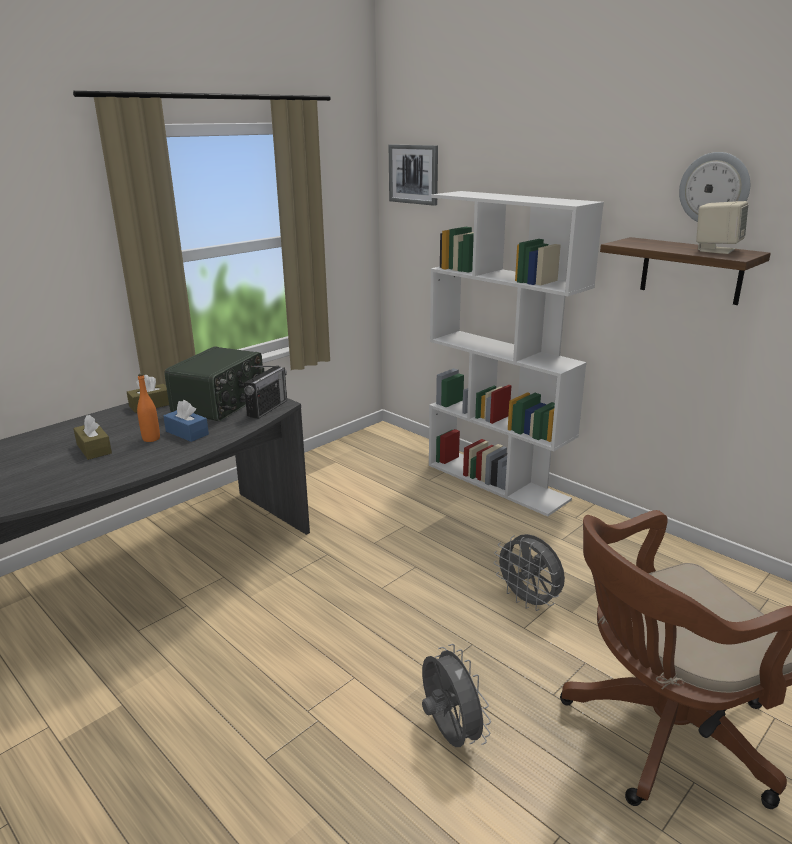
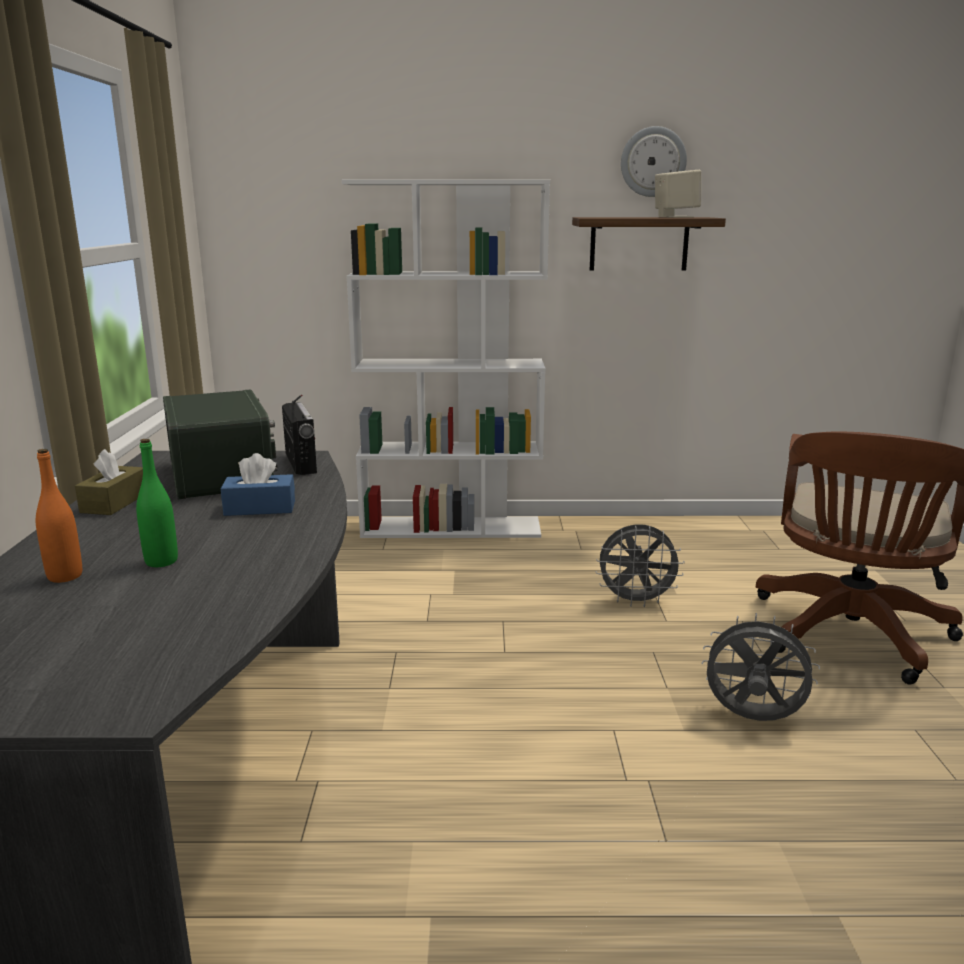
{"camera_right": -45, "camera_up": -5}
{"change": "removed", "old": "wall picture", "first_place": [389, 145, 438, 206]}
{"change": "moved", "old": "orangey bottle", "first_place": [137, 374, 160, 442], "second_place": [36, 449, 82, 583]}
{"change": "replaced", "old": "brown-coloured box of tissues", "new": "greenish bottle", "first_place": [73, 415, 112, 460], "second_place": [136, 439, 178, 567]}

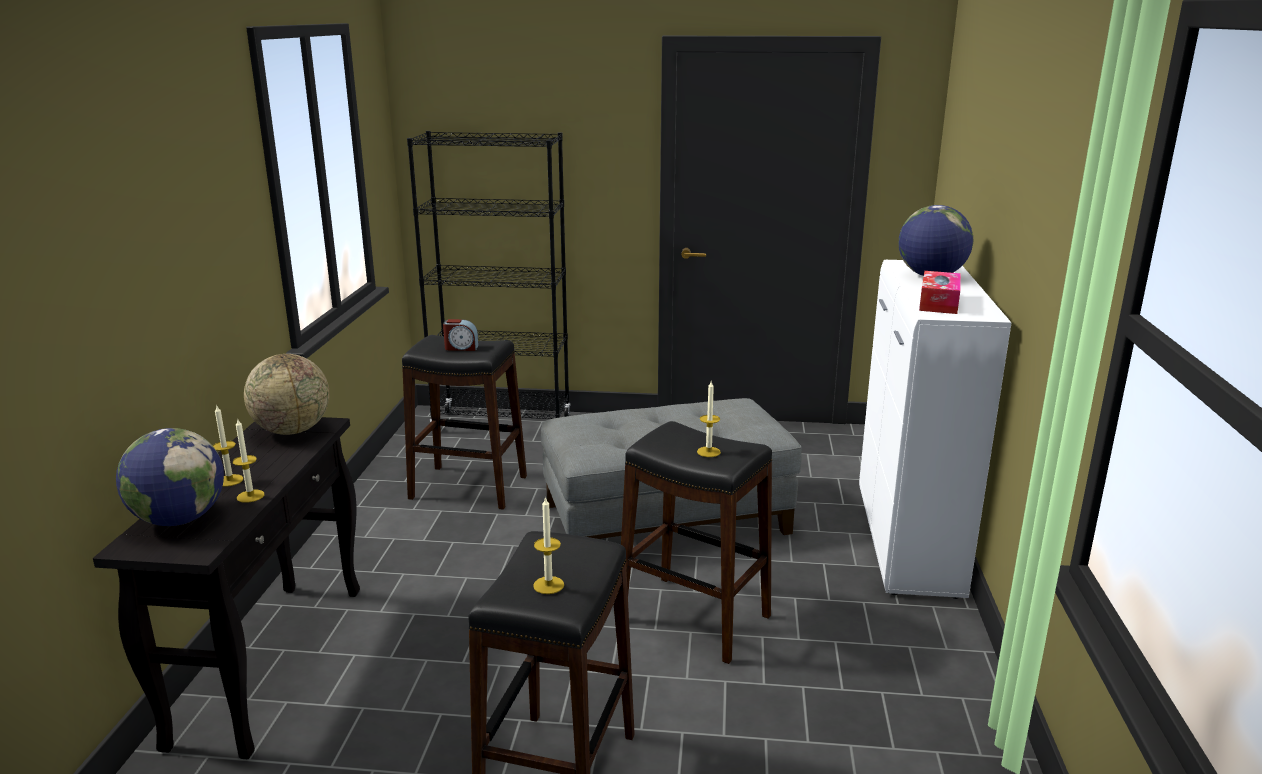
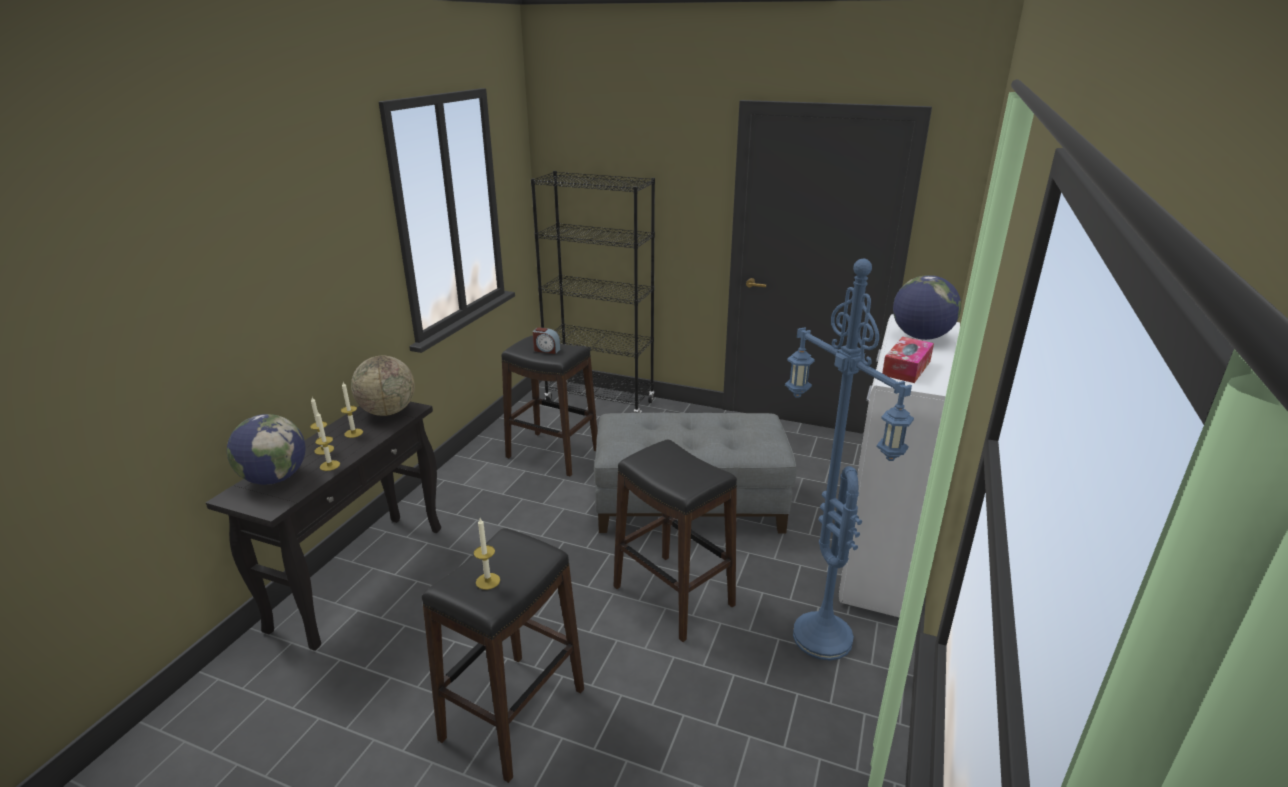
{"camera_right": 15, "camera_up": 5}
{"change": "moved", "old": "candle", "first_place": [697, 381, 721, 457], "second_place": [341, 382, 363, 438]}
{"change": "added", "new": "blue standard lamp", "second_place": [785, 259, 914, 660]}

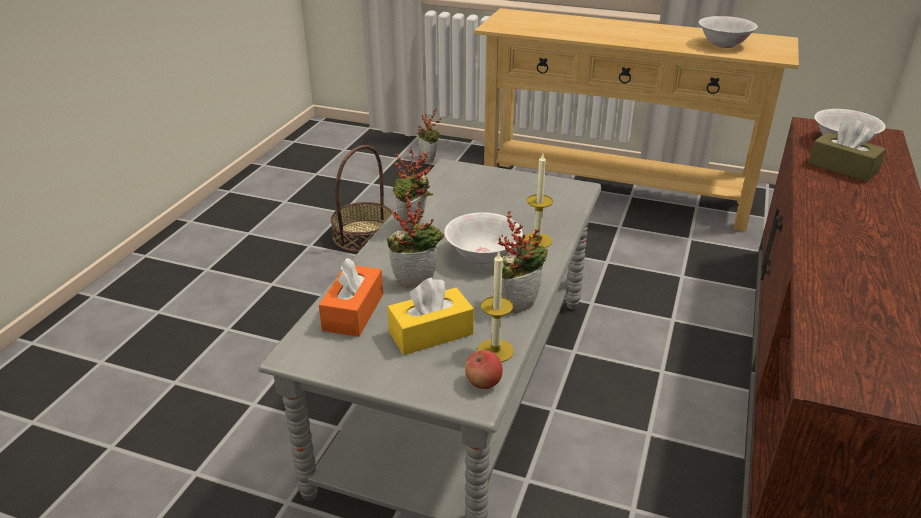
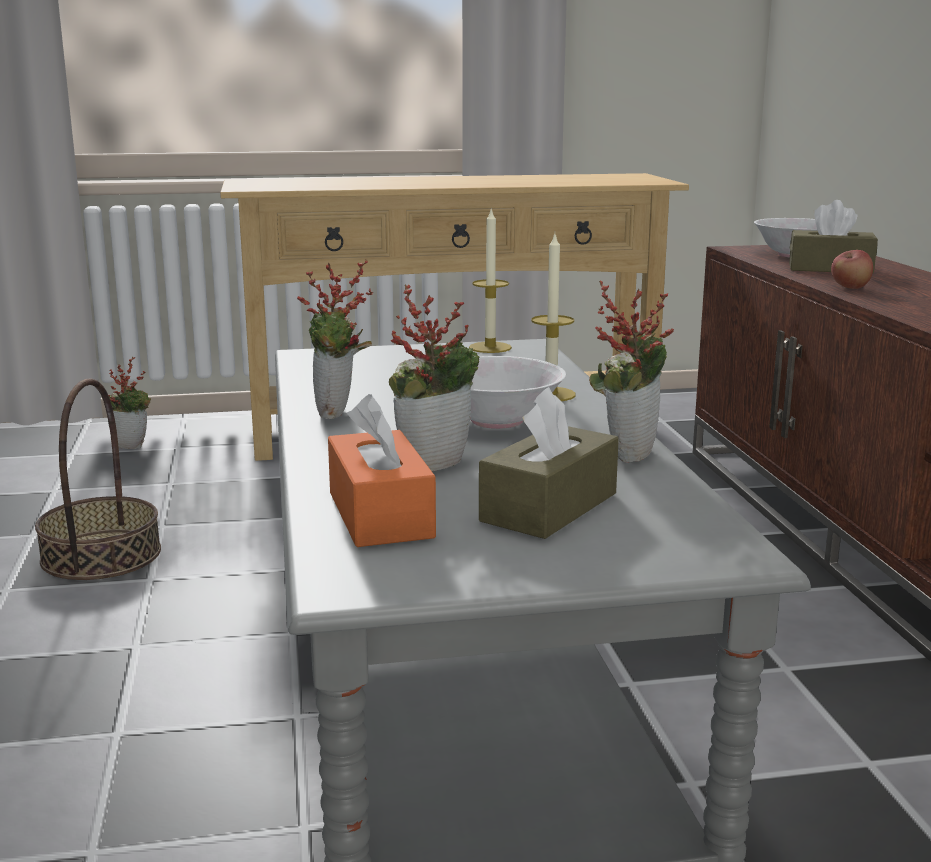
{"camera_right": -30, "camera_up": -15}
{"change": "removed", "old": "white-coloured serving bowl", "first_place": [699, 16, 758, 48]}
{"change": "moved", "old": "candle", "first_place": [477, 252, 514, 362], "second_place": [469, 207, 512, 353]}
{"change": "recoloured", "old": "yellowish box of tissues", "new": "brown-coloured box of tissues", "first_place": [387, 278, 474, 355], "second_place": [479, 387, 619, 539]}
{"change": "moved", "old": "whole apple", "first_place": [465, 350, 503, 389], "second_place": [831, 250, 873, 289]}

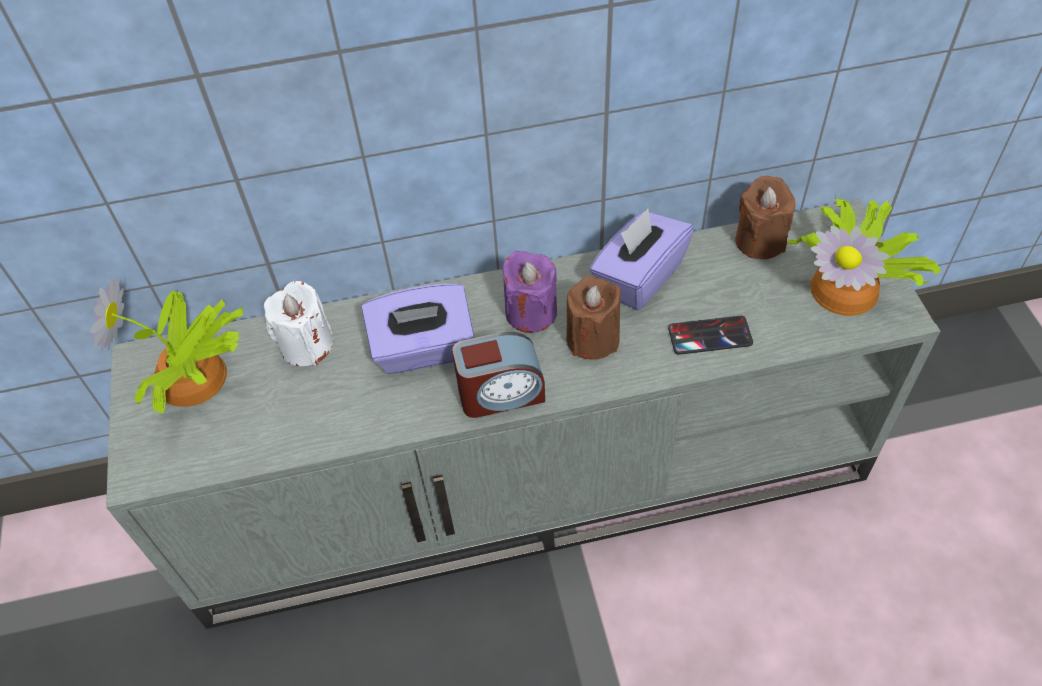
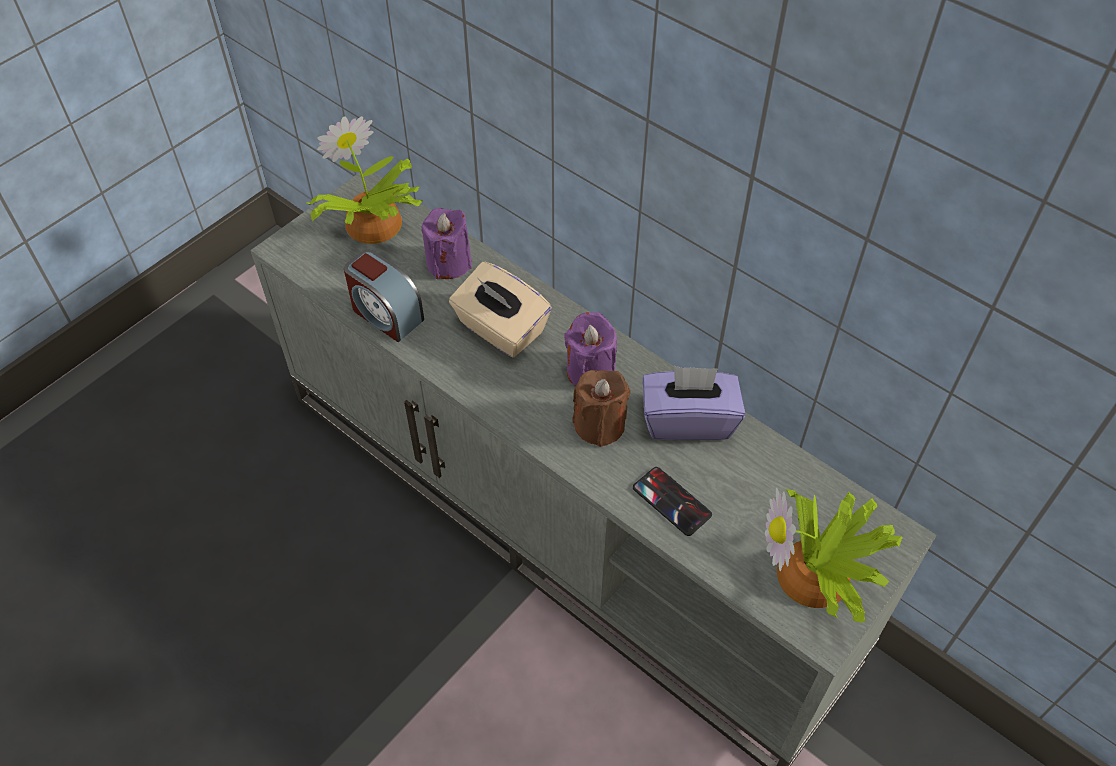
{"camera_right": 50, "camera_up": 0}
{"change": "removed", "old": "brown-coloured candle", "first_place": [735, 176, 795, 259]}
{"change": "recoloured", "old": "white-coloured candle", "new": "purple candle", "first_place": [264, 281, 333, 366], "second_place": [421, 208, 472, 279]}
{"change": "recoloured", "old": "purple box of tissues", "new": "beige-coloured box of tissues", "first_place": [362, 283, 475, 374], "second_place": [449, 262, 551, 357]}
{"change": "moved", "old": "table clock", "first_place": [452, 332, 545, 418], "second_place": [344, 250, 424, 342]}

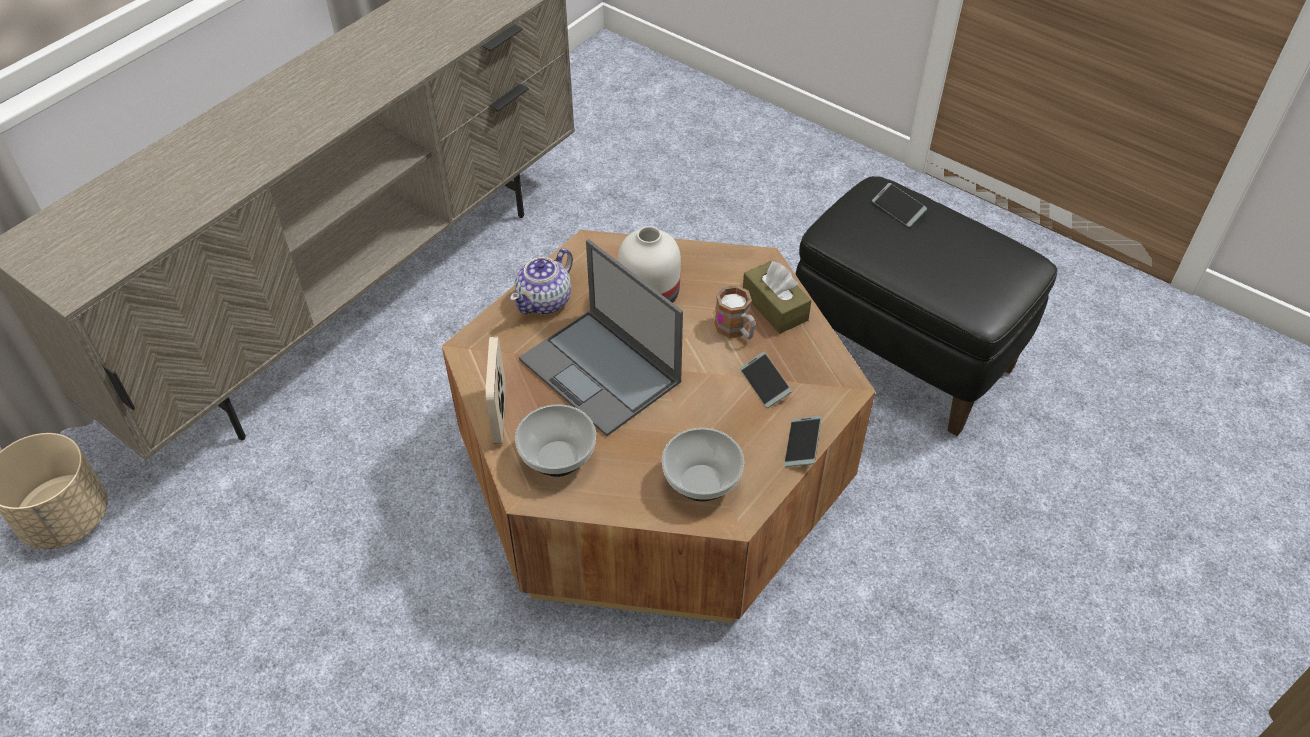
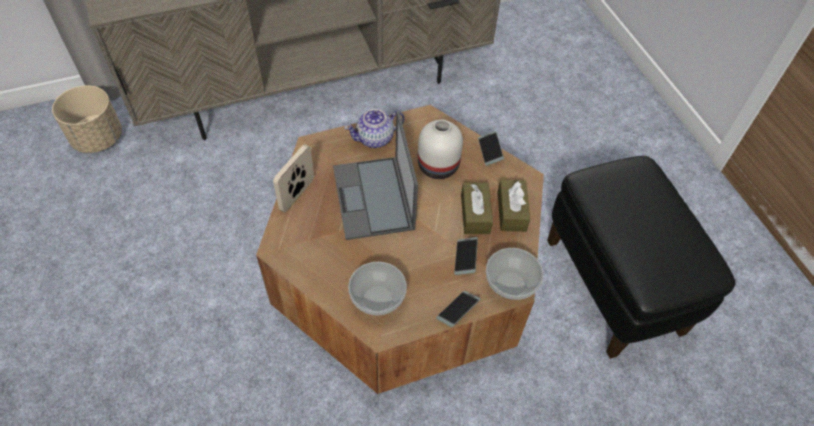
{"camera_right": 30, "camera_up": 5}
{"change": "moved", "old": "handset", "first_place": [872, 183, 927, 227], "second_place": [478, 131, 504, 166]}
{"change": "replaced", "old": "tea mug", "new": "brown-coloured box of tissues", "first_place": [714, 285, 755, 339], "second_place": [461, 183, 493, 234]}
{"change": "moved", "old": "serving bowl", "first_place": [515, 404, 596, 477], "second_place": [486, 248, 543, 300]}

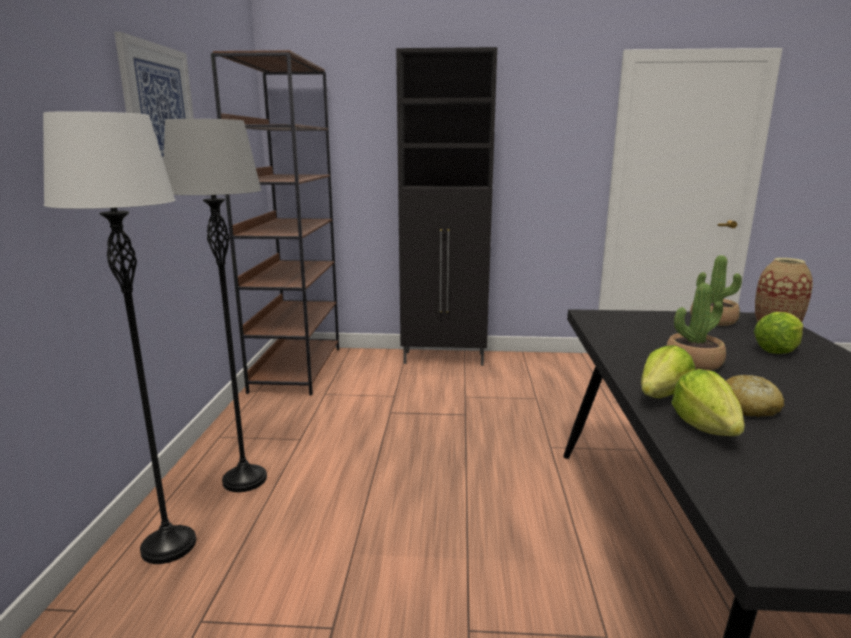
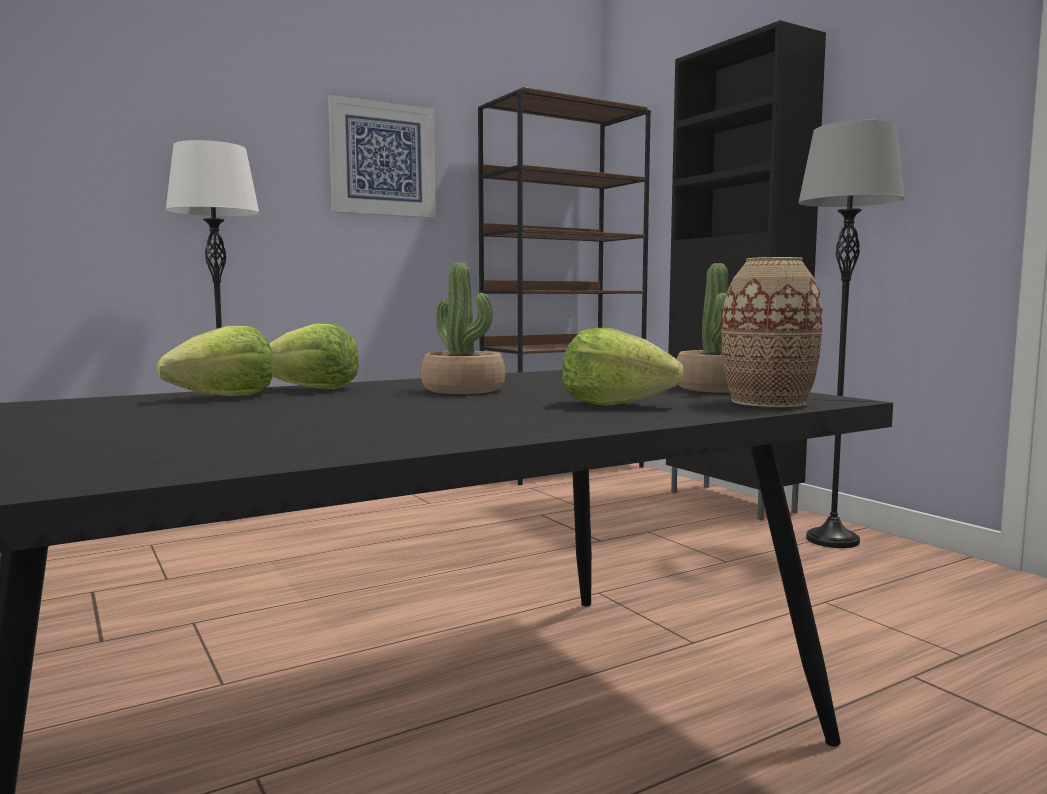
{"camera_right": 55, "camera_up": -10}
{"change": "moved", "old": "gray standard lamp", "first_place": [163, 119, 267, 492], "second_place": [798, 120, 905, 548]}
{"change": "removed", "old": "bakery bread", "first_place": [726, 375, 784, 417]}

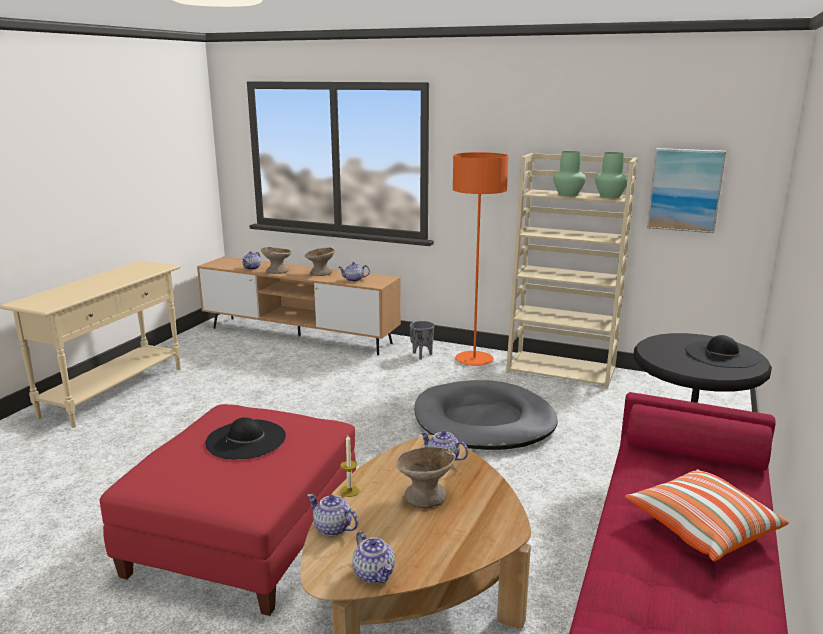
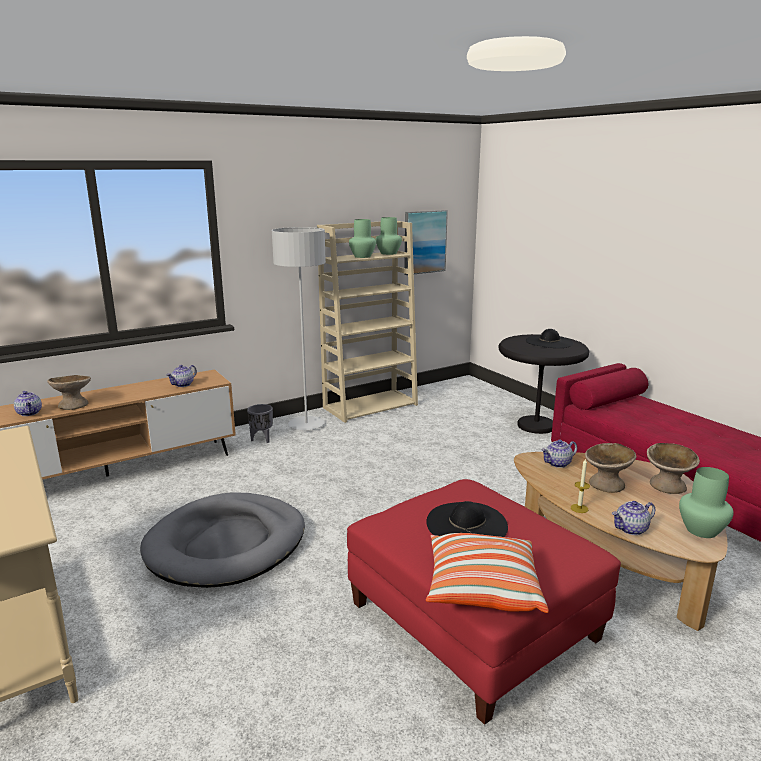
{"camera_right": -55, "camera_up": 0}
{"change": "recoloured", "old": "orangey standard lamp", "new": "gray standard lamp", "first_place": [453, 152, 509, 366], "second_place": [272, 227, 326, 430]}
{"change": "moved", "old": "beige-coloured serving bowl", "first_place": [305, 247, 335, 276], "second_place": [647, 443, 700, 494]}
{"change": "moved", "old": "gray pet bed", "first_place": [414, 380, 557, 450], "second_place": [140, 492, 305, 588]}
{"change": "moved", "old": "throw pillow", "first_place": [625, 469, 789, 561], "second_place": [426, 533, 549, 613]}
{"change": "replaced", "old": "teapot", "new": "greenish vase", "first_place": [352, 531, 395, 583], "second_place": [679, 467, 734, 538]}

